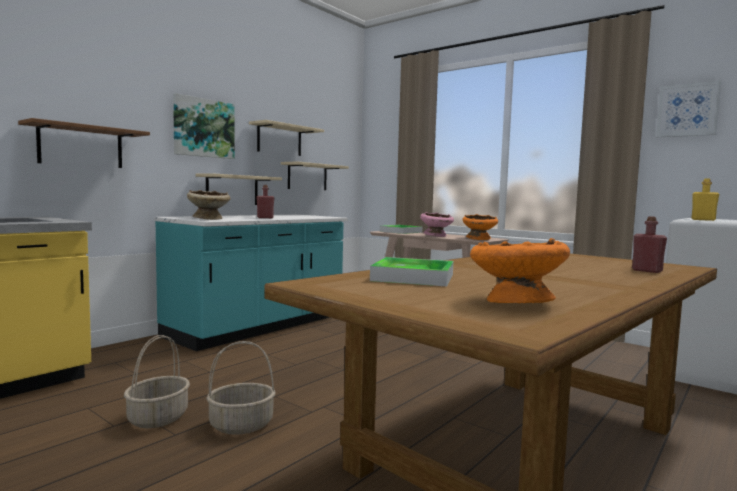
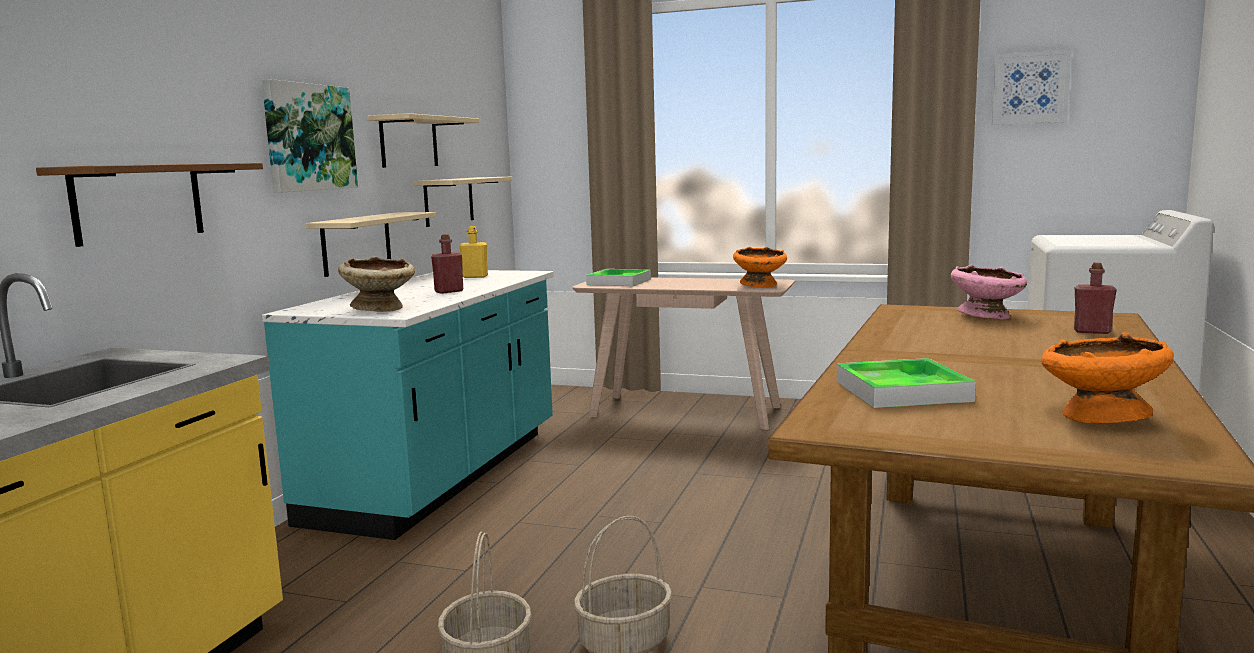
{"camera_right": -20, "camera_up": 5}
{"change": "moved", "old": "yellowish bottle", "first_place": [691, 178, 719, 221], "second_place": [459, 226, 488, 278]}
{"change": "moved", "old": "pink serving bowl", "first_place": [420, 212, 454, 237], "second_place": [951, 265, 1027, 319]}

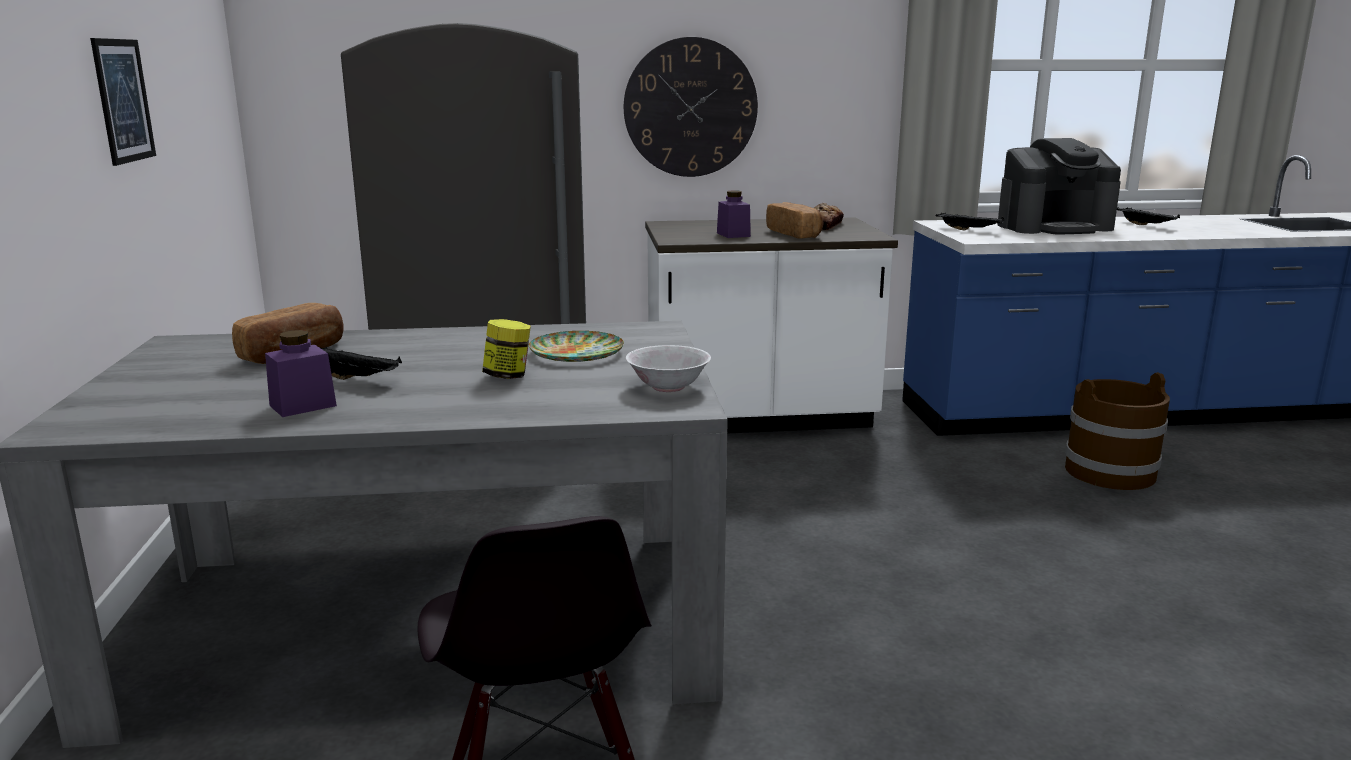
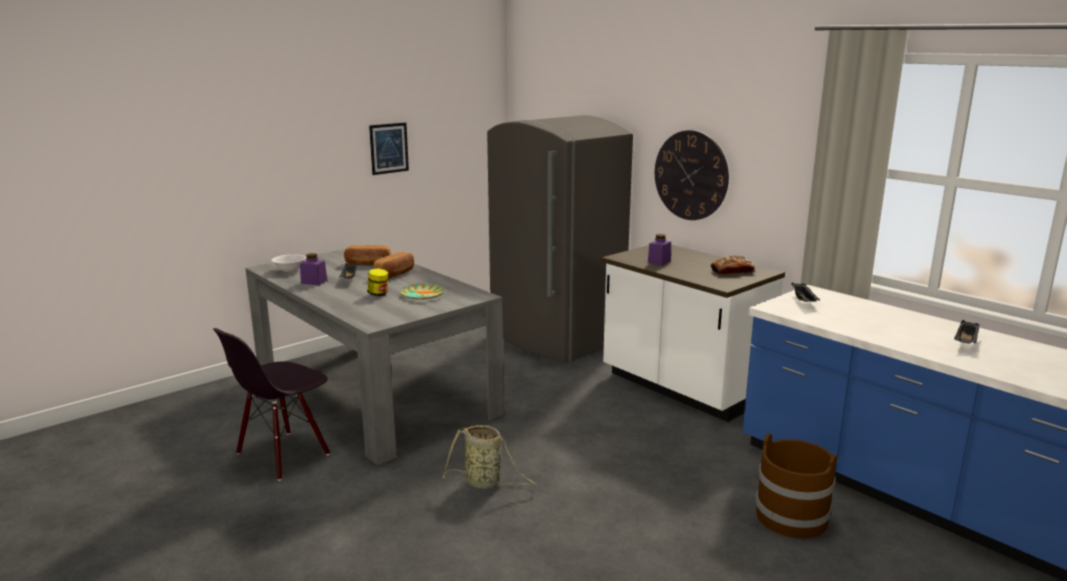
{"camera_right": 55, "camera_up": 0}
{"change": "removed", "old": "coffee machine", "first_place": [997, 138, 1121, 235]}
{"change": "moved", "old": "bakery bread", "first_place": [766, 202, 824, 238], "second_place": [374, 252, 414, 279]}
{"change": "moved", "old": "white-coloured serving bowl", "first_place": [626, 345, 711, 392], "second_place": [271, 254, 306, 272]}
{"change": "added", "new": "basket", "second_place": [443, 425, 536, 489]}

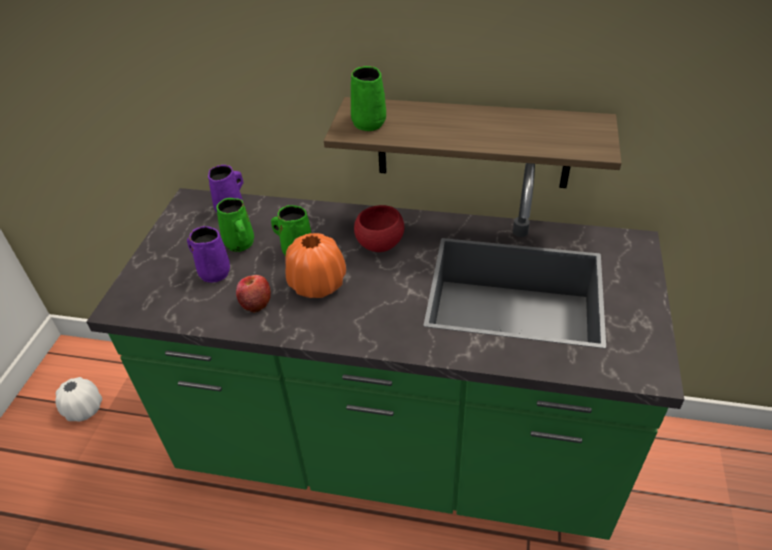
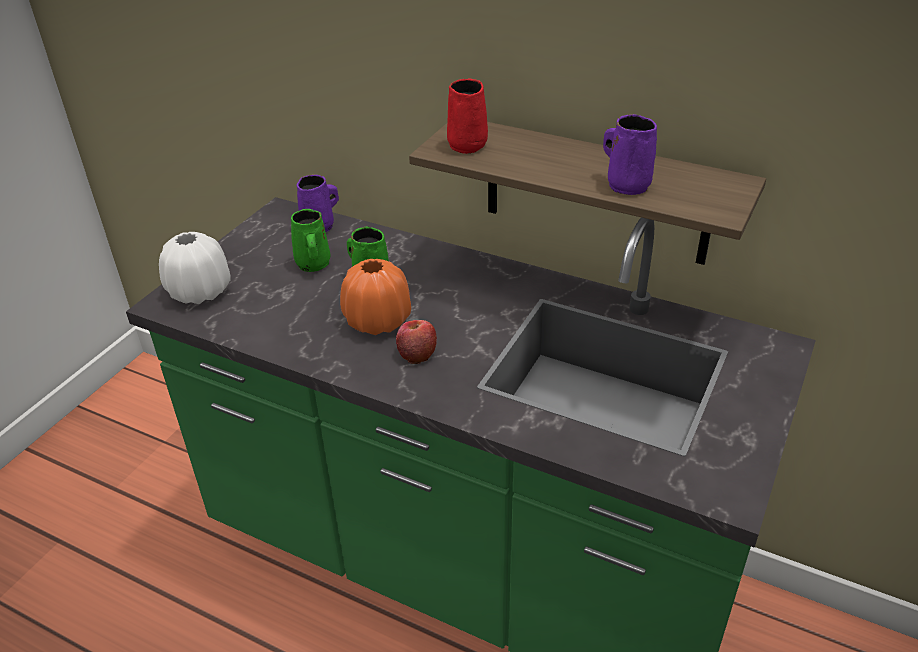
{"camera_right": 15, "camera_up": -5}
{"change": "recoloured", "old": "greenish tea mug", "new": "red-coloured tea mug", "first_place": [351, 66, 386, 131], "second_place": [447, 78, 488, 154]}
{"change": "removed", "old": "red-coloured serving bowl", "first_place": [354, 205, 404, 252]}
{"change": "moved", "old": "purple tea mug", "first_place": [187, 226, 230, 283], "second_place": [603, 114, 657, 195]}
{"change": "moved", "old": "whole apple", "first_place": [236, 275, 271, 313], "second_place": [396, 320, 437, 364]}
{"change": "moved", "old": "white-coloured vase", "first_place": [56, 377, 102, 422], "second_place": [159, 232, 231, 304]}

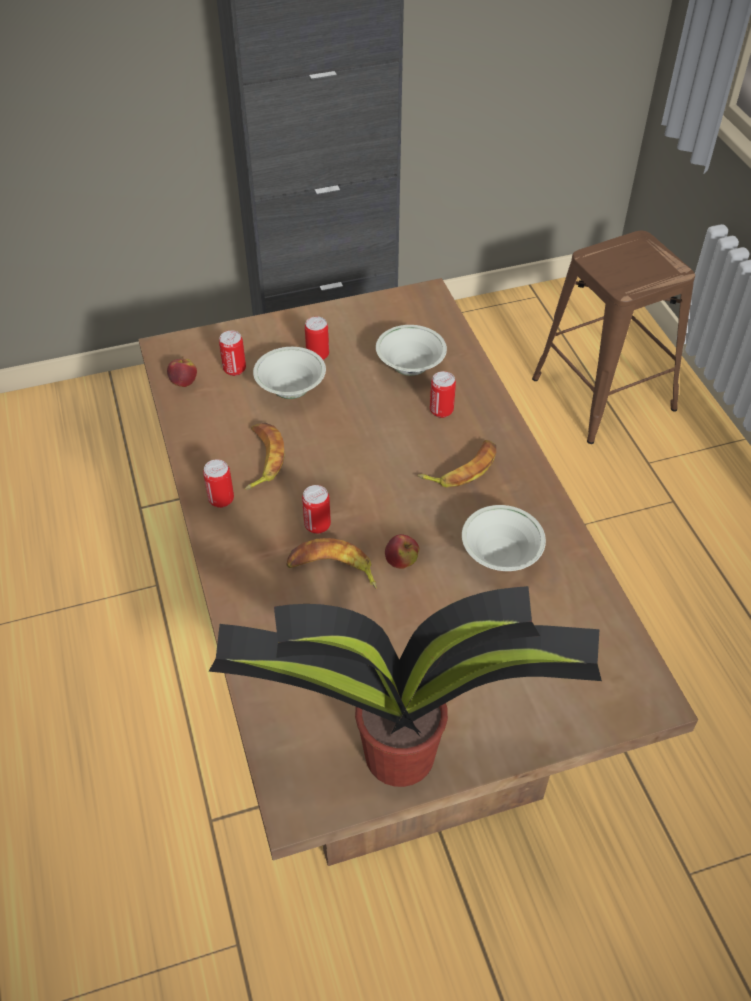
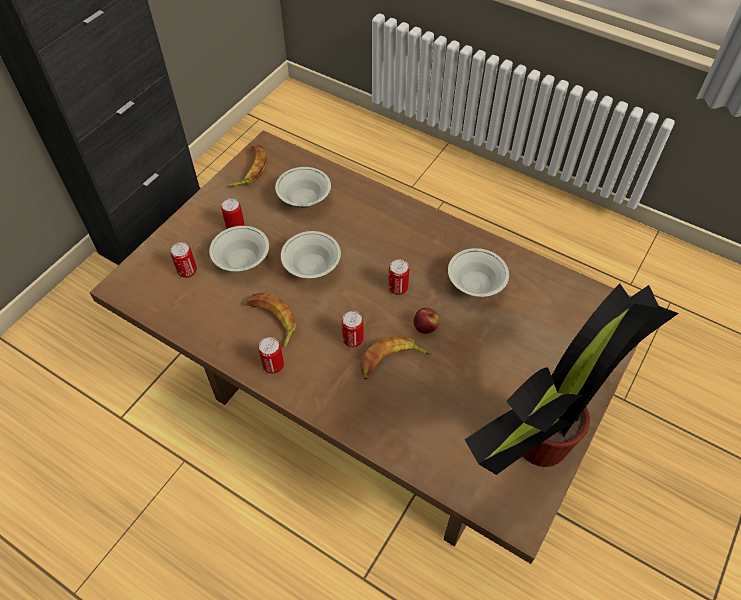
{"camera_right": -40, "camera_up": 5}
{"change": "removed", "old": "brown-coloured sitting stool", "first_place": [532, 231, 695, 444]}
{"change": "removed", "old": "whole apple", "first_place": [167, 357, 197, 387]}
{"change": "moved", "old": "sealed can", "first_place": [430, 371, 456, 418], "second_place": [388, 259, 409, 295]}
{"change": "moved", "old": "whole banana", "first_place": [418, 440, 496, 488], "second_place": [229, 145, 267, 187]}
{"change": "added", "new": "white-coloured serving bowl", "second_place": [281, 231, 341, 278]}

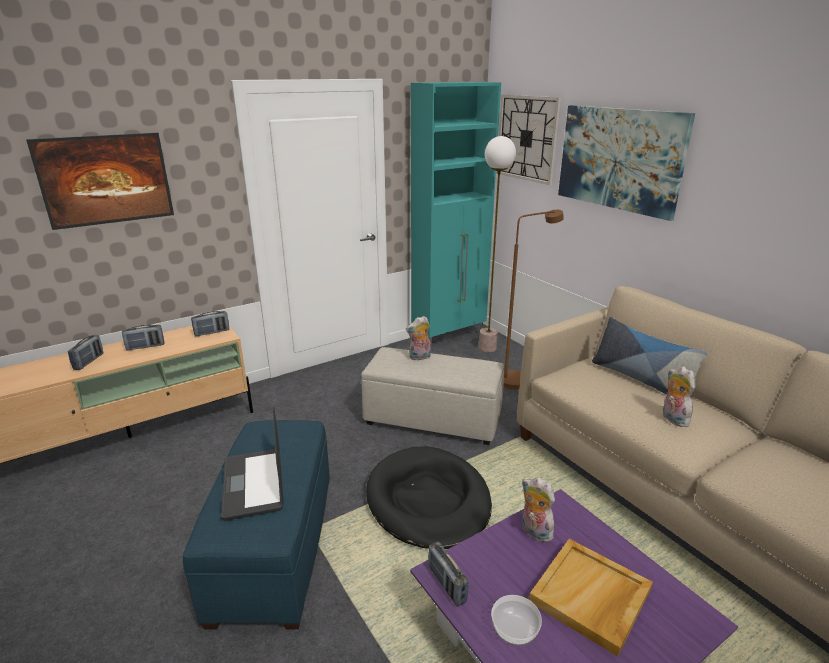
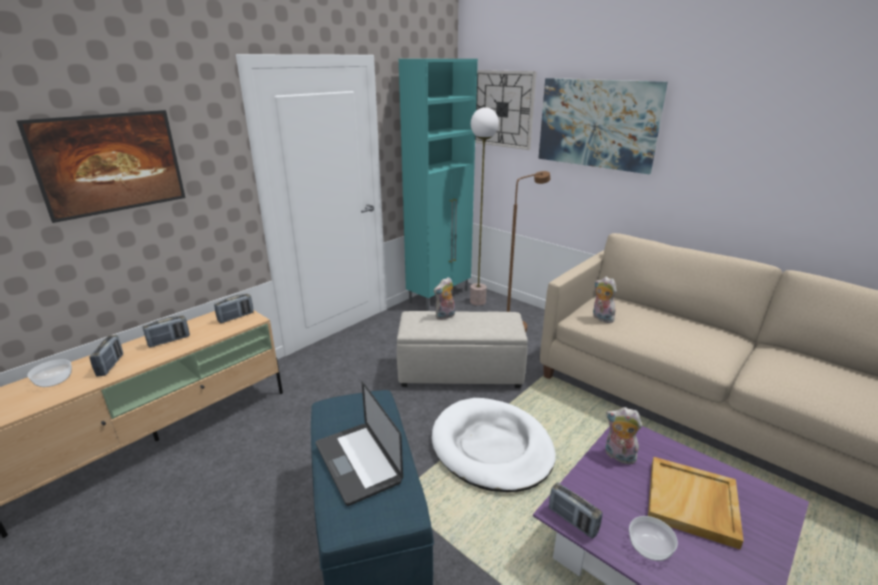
{"camera_right": -15, "camera_up": 0}
{"change": "removed", "old": "throw pillow", "first_place": [592, 317, 707, 394]}
{"change": "moved", "old": "plush toy", "first_place": [663, 366, 696, 427], "second_place": [593, 277, 617, 323]}
{"change": "recoloured", "old": "black pet bed", "new": "white-coloured pet bed", "first_place": [366, 446, 492, 549], "second_place": [432, 398, 556, 492]}
{"change": "added", "new": "serving bowl", "second_place": [27, 359, 72, 387]}

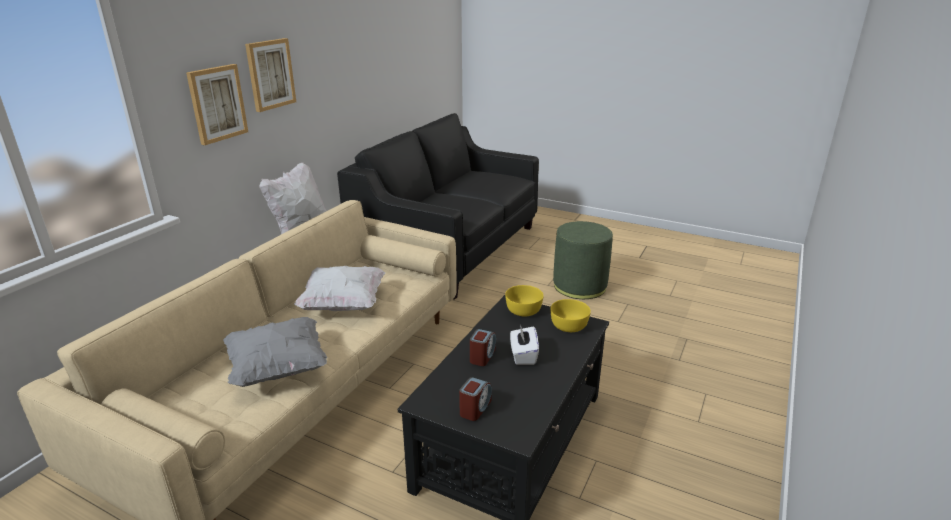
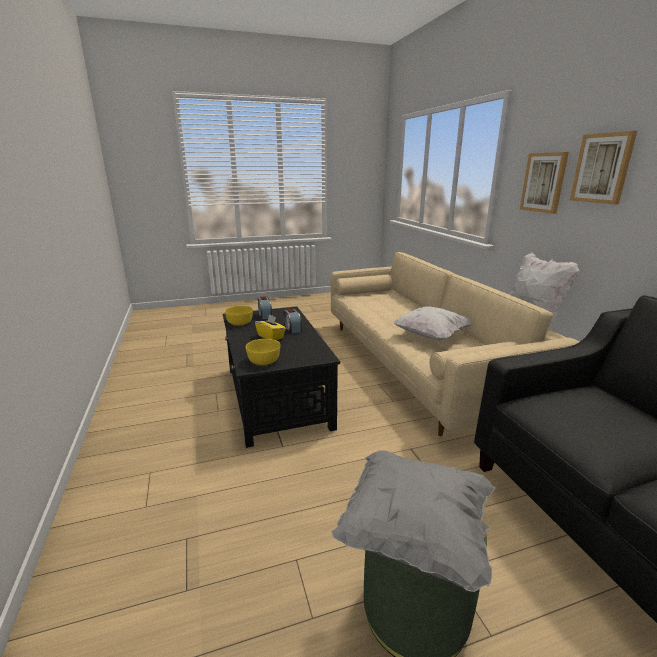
{"camera_right": 135, "camera_up": -5}
{"change": "moved", "old": "yellowish serving bowl", "first_place": [505, 285, 544, 316], "second_place": [225, 305, 253, 325]}
{"change": "moved", "old": "gray throw pillow", "first_place": [223, 317, 327, 387], "second_place": [331, 450, 496, 592]}
{"change": "recoloured", "old": "white-coloured box of tissues", "new": "yellowish box of tissues", "first_place": [510, 325, 539, 365], "second_place": [255, 314, 286, 340]}

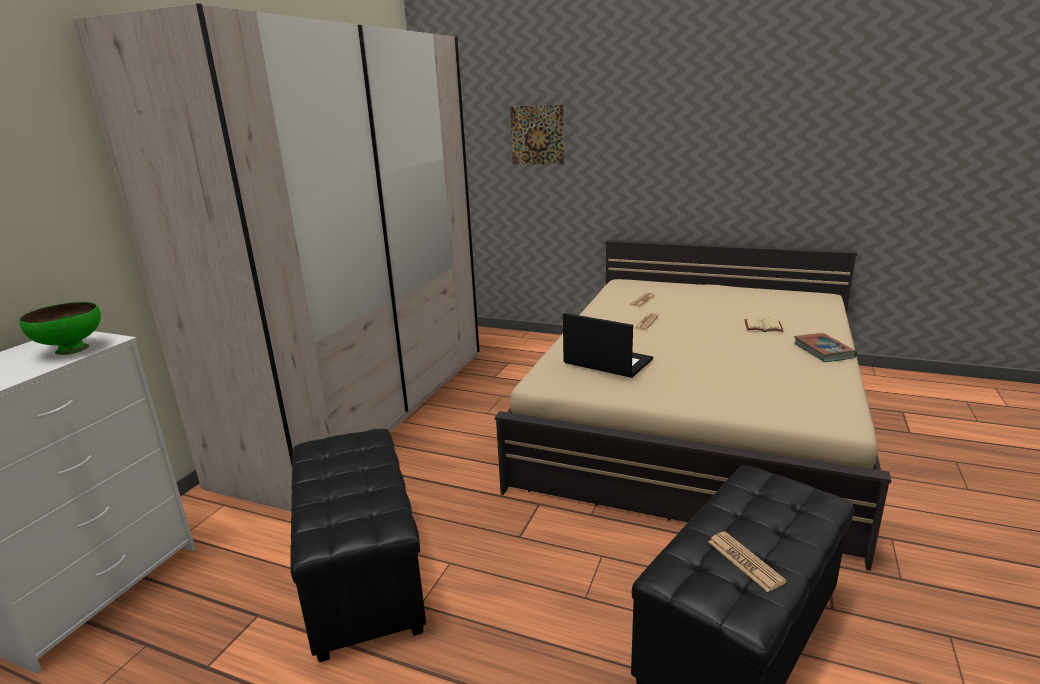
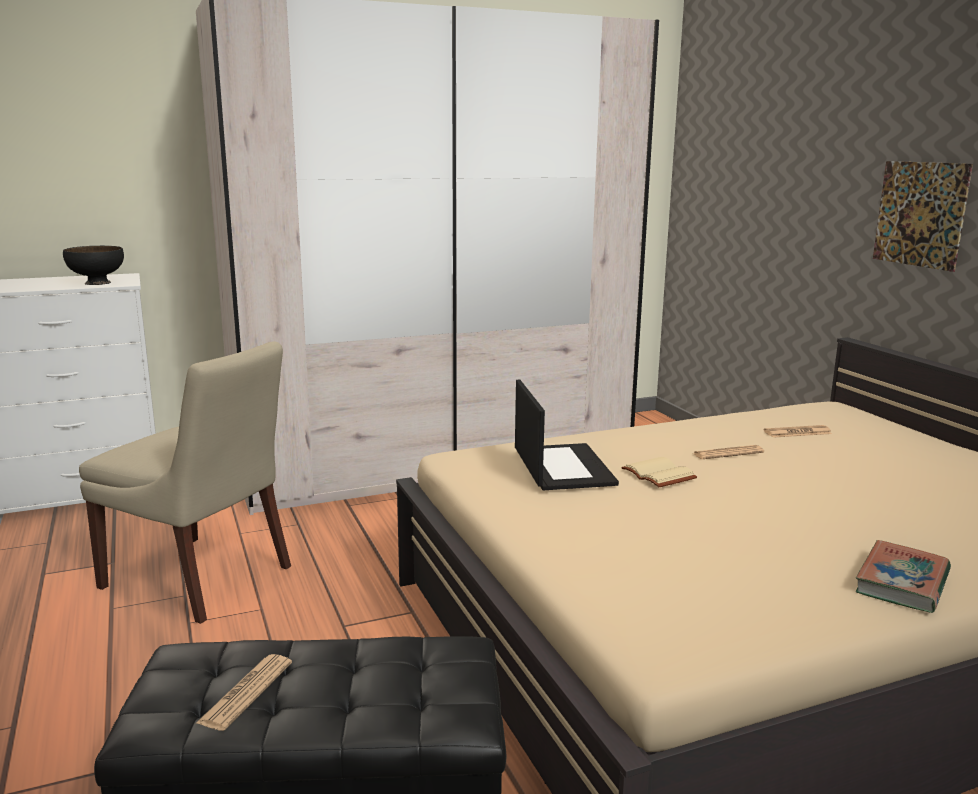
{"camera_right": 45, "camera_up": -5}
{"change": "moved", "old": "wall picture", "first_place": [510, 105, 564, 164], "second_place": [873, 161, 973, 272]}
{"change": "recoloured", "old": "greenish serving bowl", "new": "black serving bowl", "first_place": [19, 302, 101, 355], "second_place": [63, 246, 124, 285]}
{"change": "moved", "old": "beige-coloured bound book", "first_place": [744, 317, 783, 332], "second_place": [621, 457, 697, 488]}
{"change": "replaced", "old": "black pouffe", "new": "beige-coloured upright chair", "first_place": [290, 429, 426, 662], "second_place": [79, 341, 291, 624]}

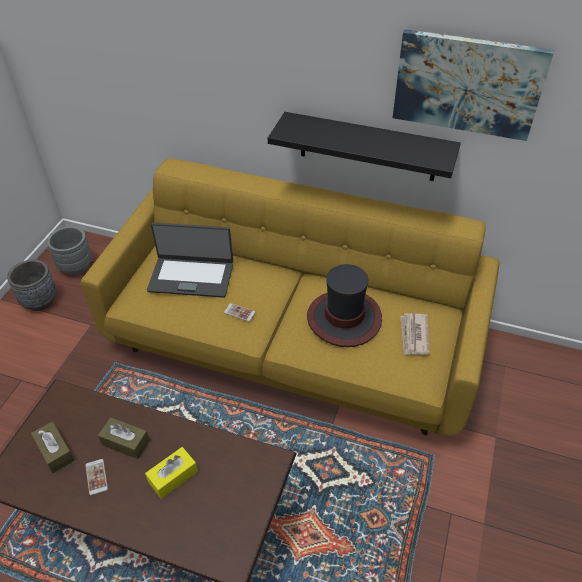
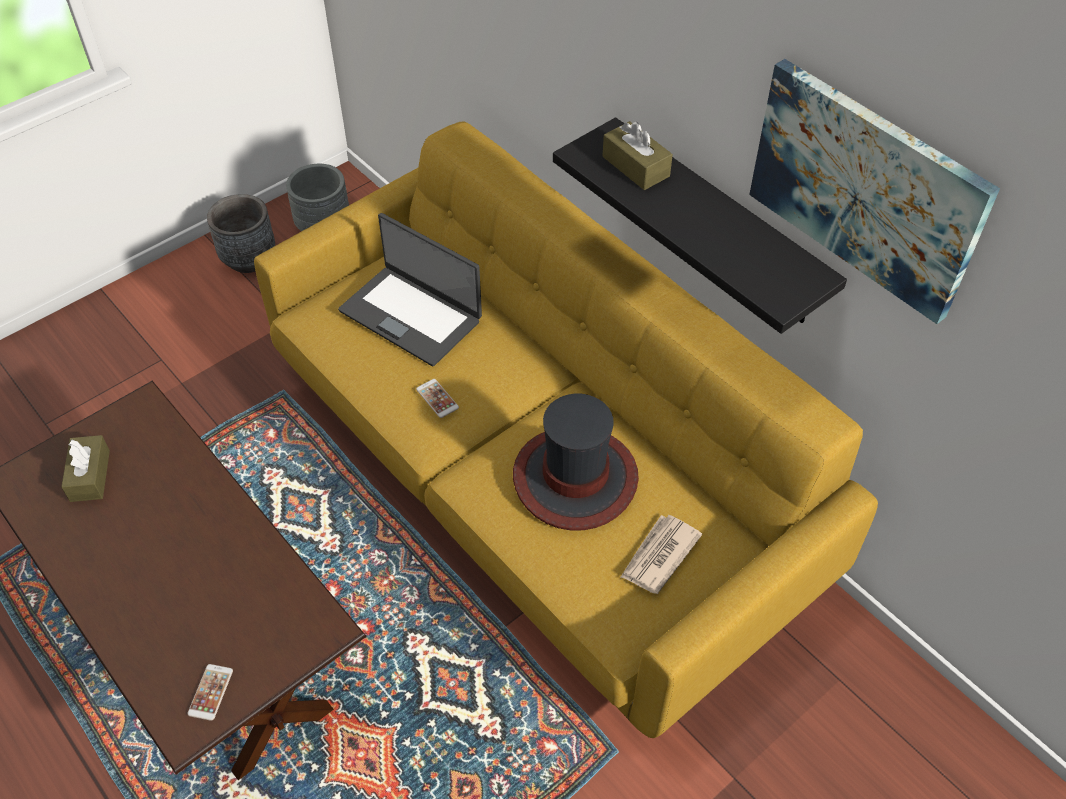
{"camera_right": 30, "camera_up": 5}
{"change": "moved", "old": "brown-coloured box of tissues", "first_place": [98, 417, 150, 459], "second_place": [602, 121, 673, 190]}
{"change": "removed", "old": "yellowish box of tissues", "first_place": [145, 447, 198, 499]}
{"change": "moved", "old": "handset", "first_place": [86, 459, 108, 495], "second_place": [187, 664, 233, 721]}

